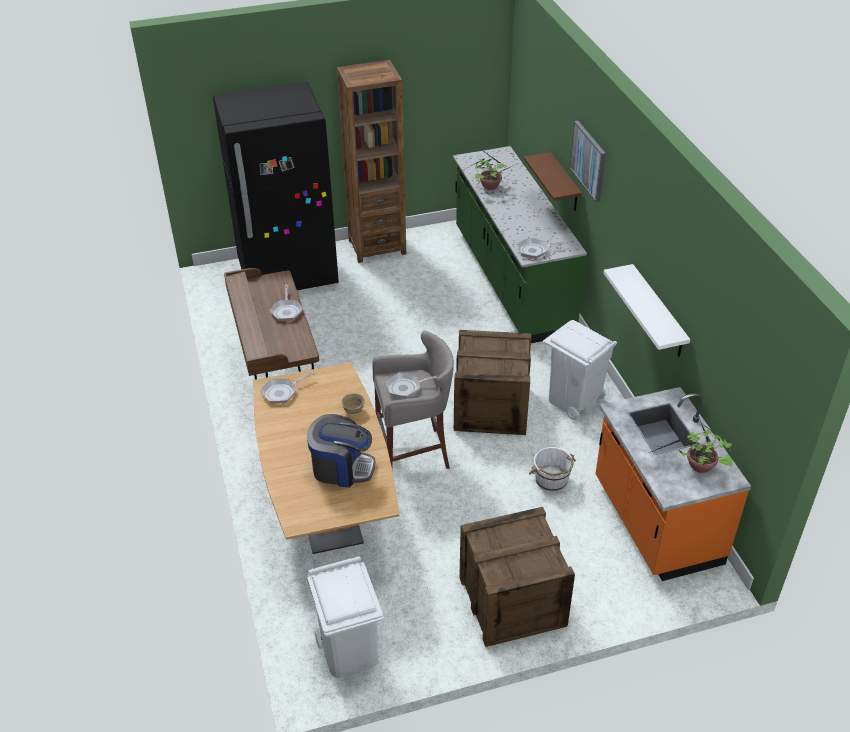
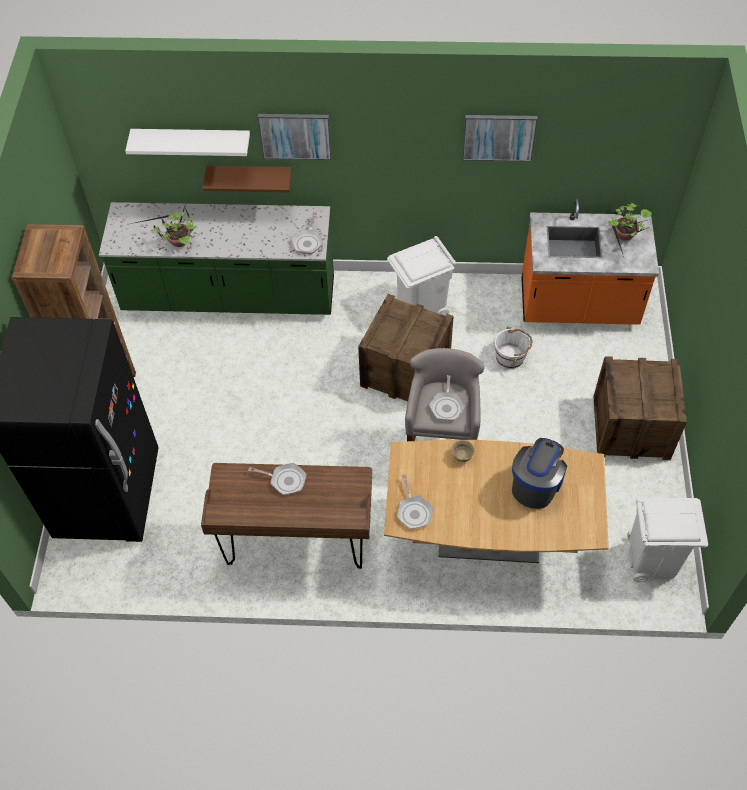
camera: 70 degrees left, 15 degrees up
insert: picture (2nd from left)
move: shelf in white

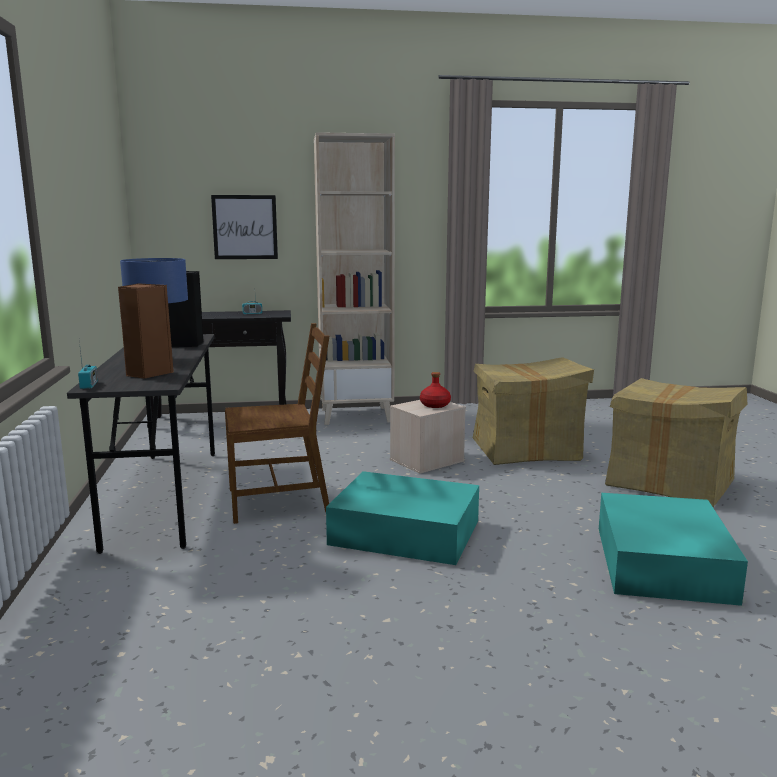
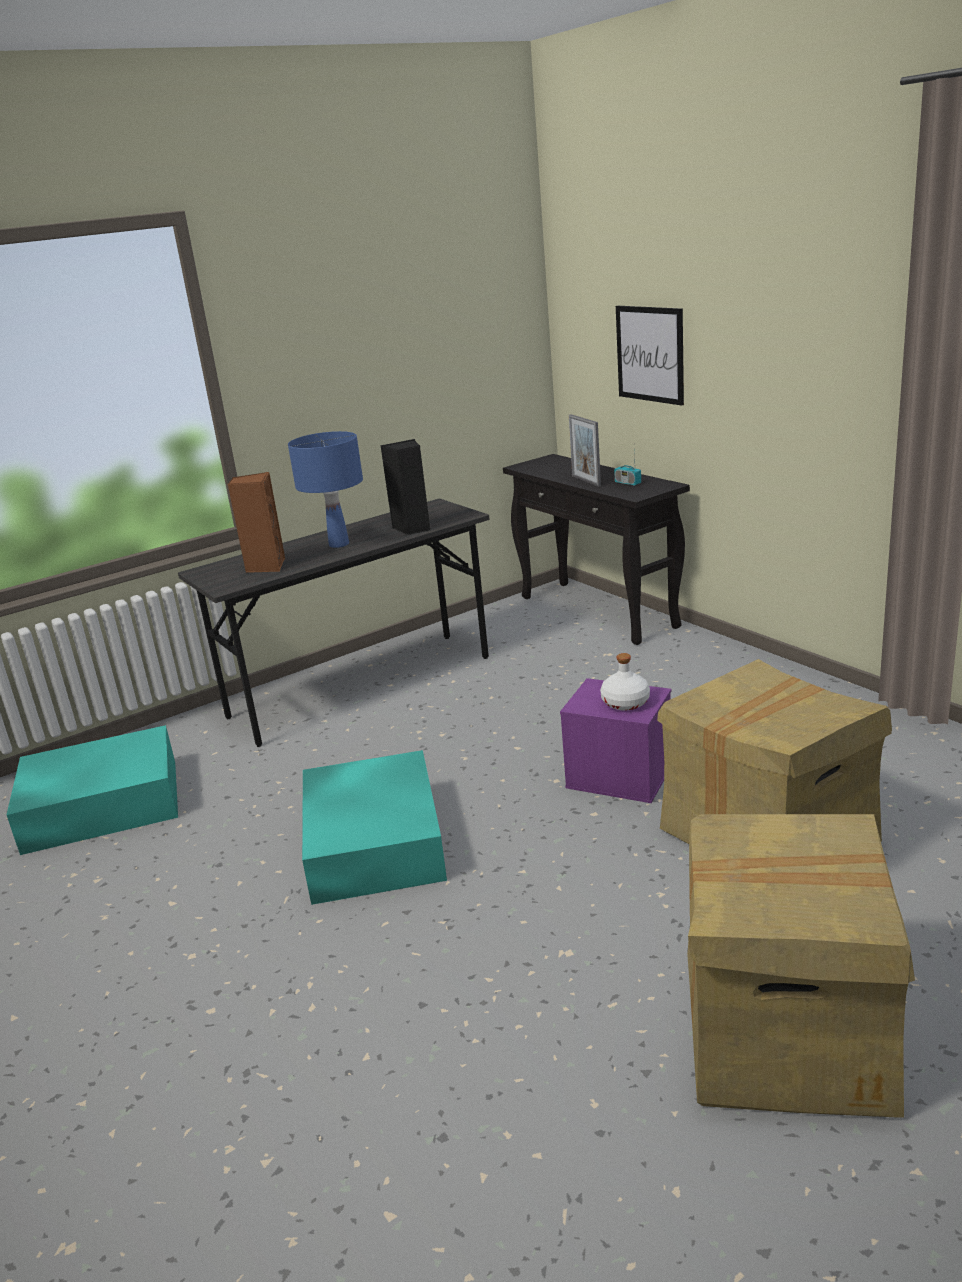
camera: 65 degrees right, 10 degrees up
delete: bookcase in beige; chair in brown; radio (1st from left)
insert: picture frame
move: storage box in turquoise (2nd from left in the first image) to storage box in turquoise (1st from left)
recolor: bottle in red to bottle in white; storage box in beige to storage box in purple

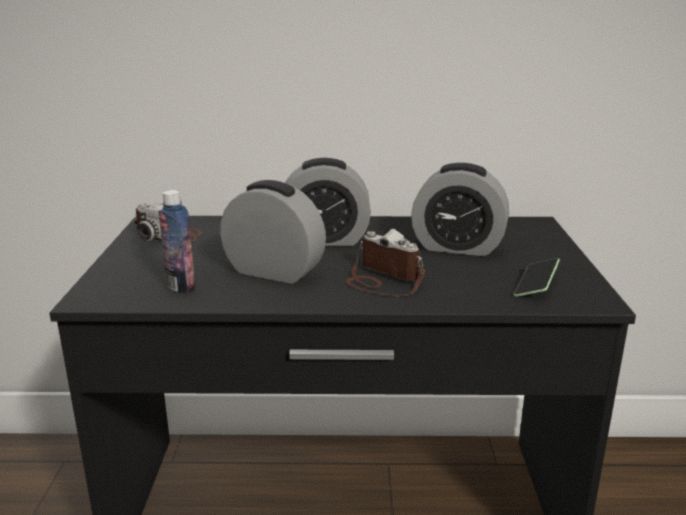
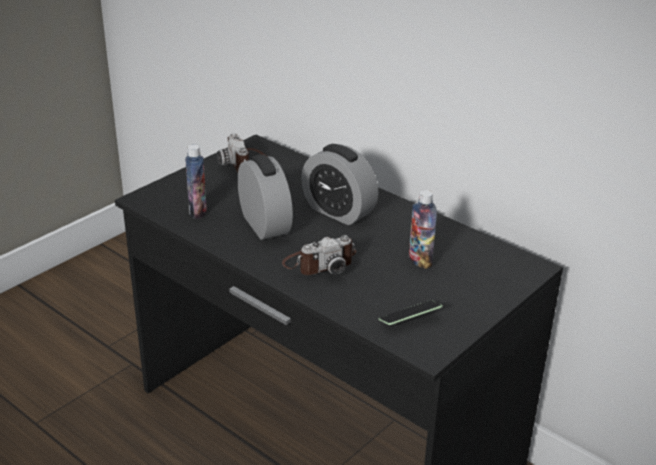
camera: 40 degrees right, 10 degrees up
replace: alarm clock (3rd from left) to bottle (2nd from left)
rotate: photo camera (2nd from left) 75 degrees clockwise

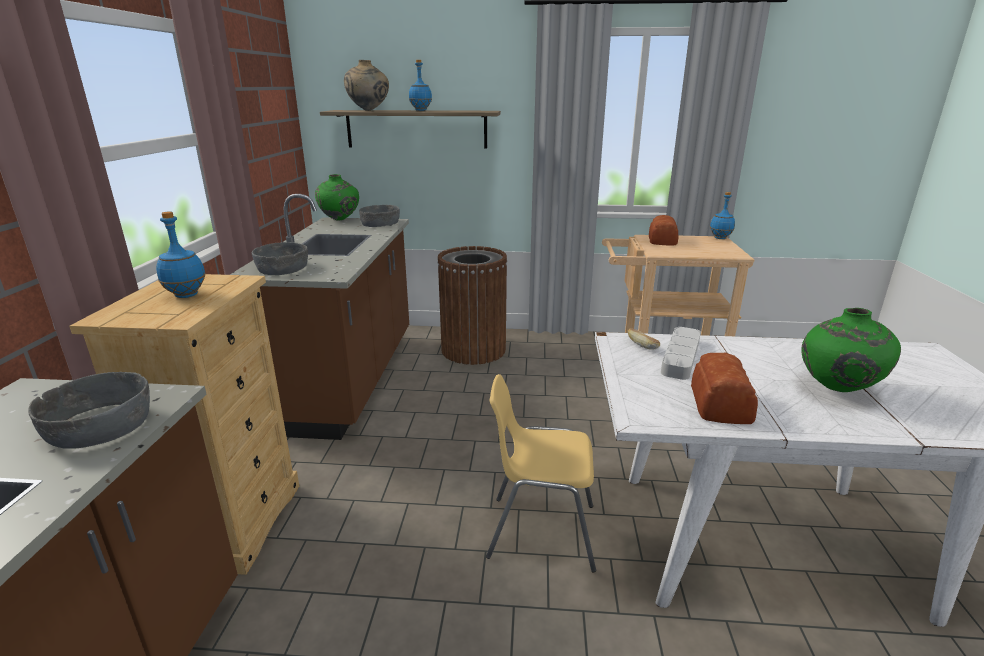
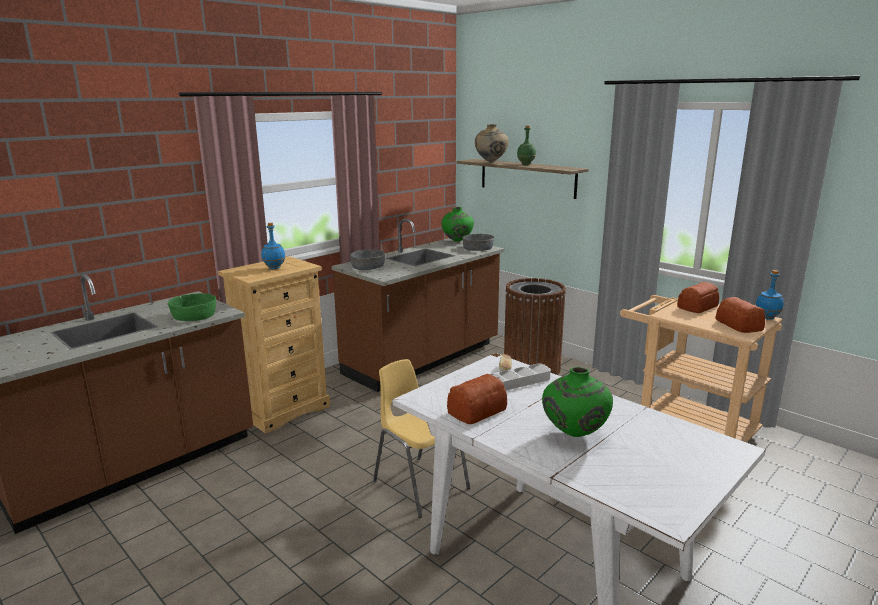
camera: 40 degrees right, 5 degrees down
insert: bread (4th from left)
recolor: bottle in blue (2nd from left) to bottle in green; bowl in grey (1st from left) to bowl in green

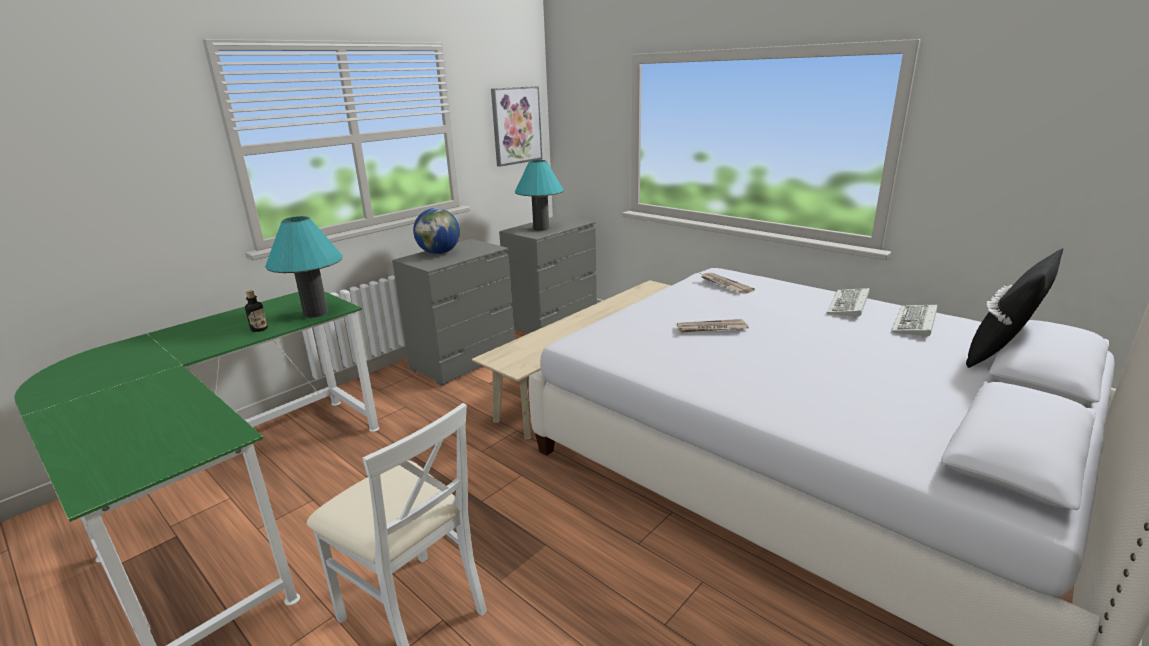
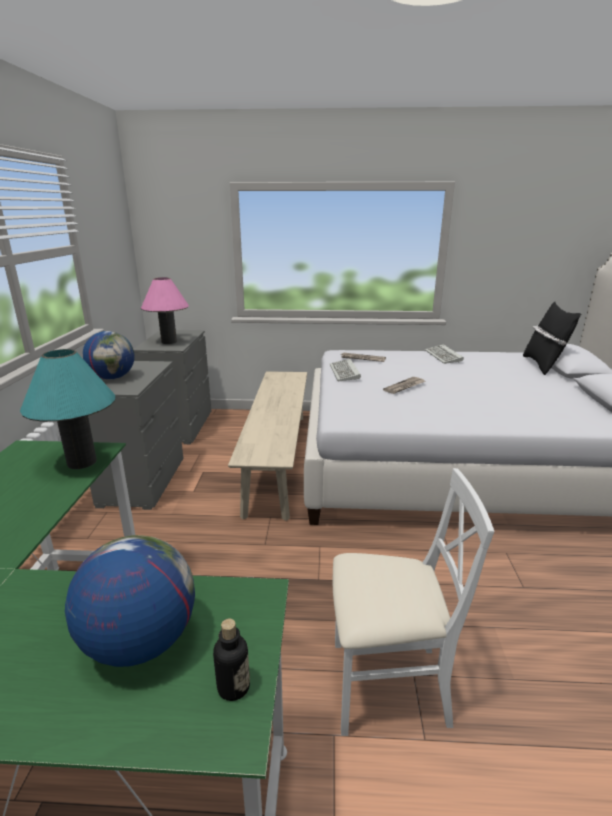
camera: 40 degrees left, 0 degrees up
delete: picture
insert: globe (2nd from left)
move: bottle; keyboard (2nd from left in the first image) to keyboard (1st from left)
recolor: table lamp in turquoise (2nd from left) to table lamp in pink

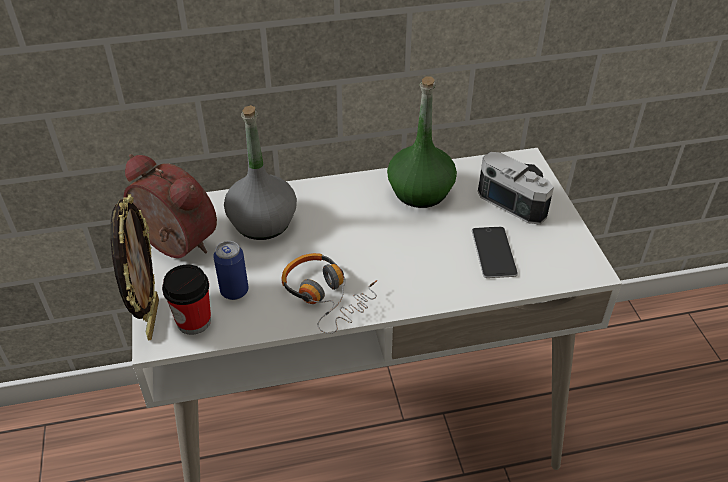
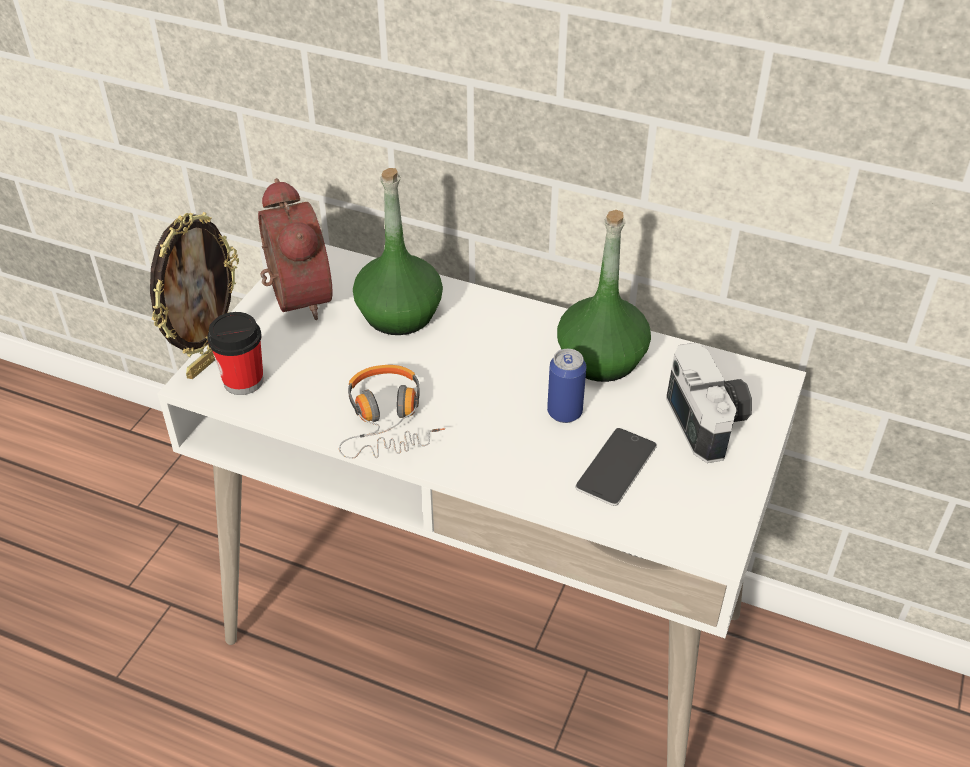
camera: 35 degrees right, 0 degrees up
move: can
recolor: bottle in grey to bottle in green (1st from left)

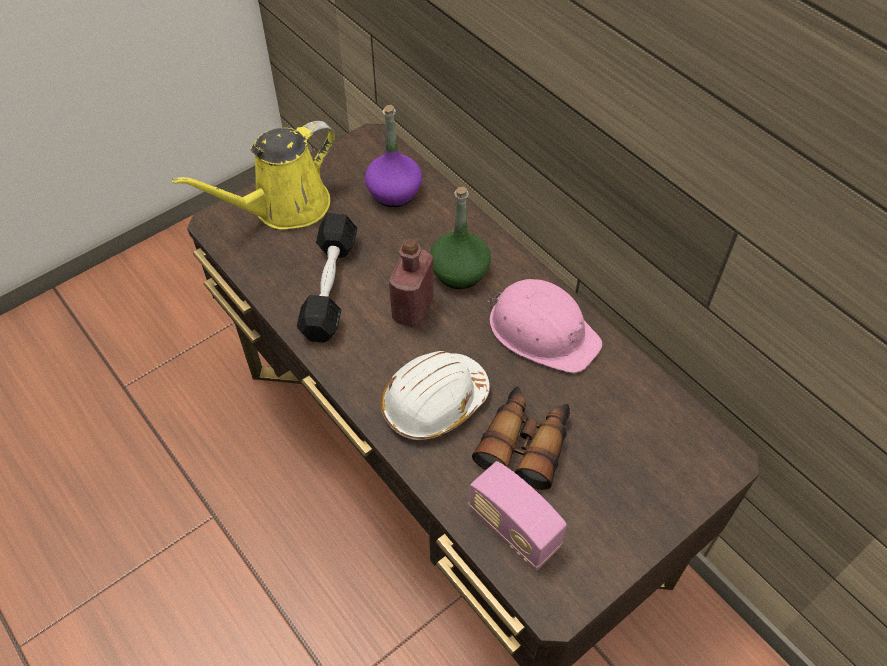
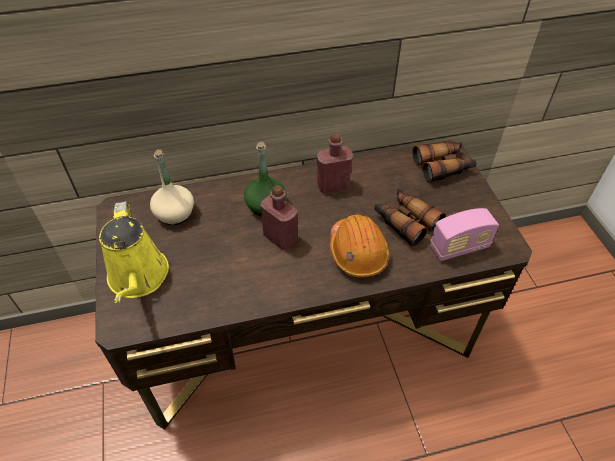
camera: 65 degrees left, 5 degrees down
delete: dumbbell in black
insert: binoculars (2nd from left)
replace: hard hat in pink to bottle in red (2nd from left)
recolor: bottle in purple to bottle in beige; hard hat in white to hard hat in orange

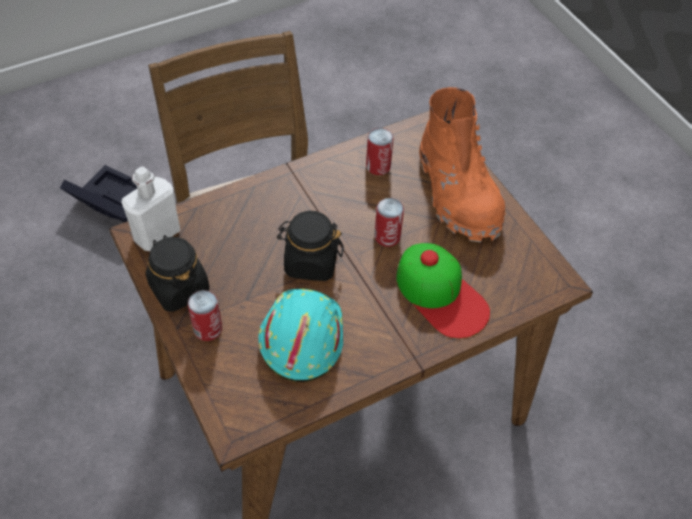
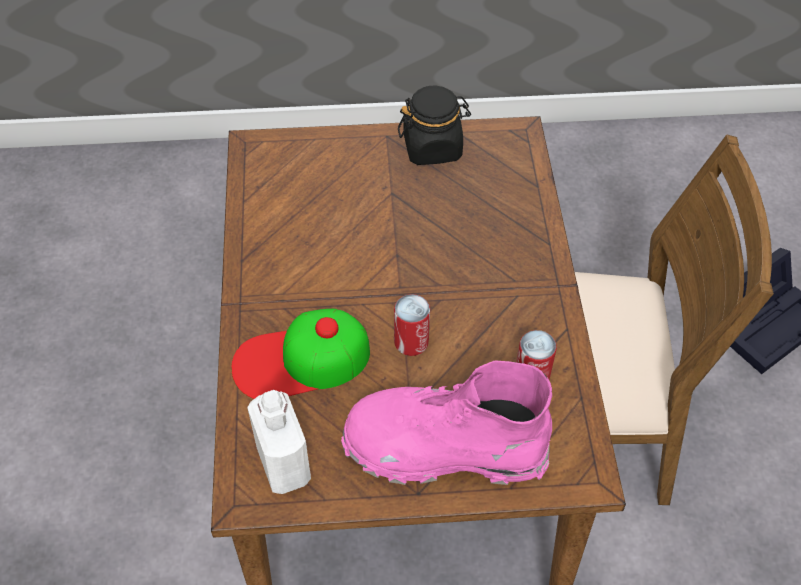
camera: 115 degrees right, 0 degrees up
delete: jar in black (2nd from left); hard hat in turquoise; can (1st from left)
move: bottle in white
recolor: boot in orange to boot in pink

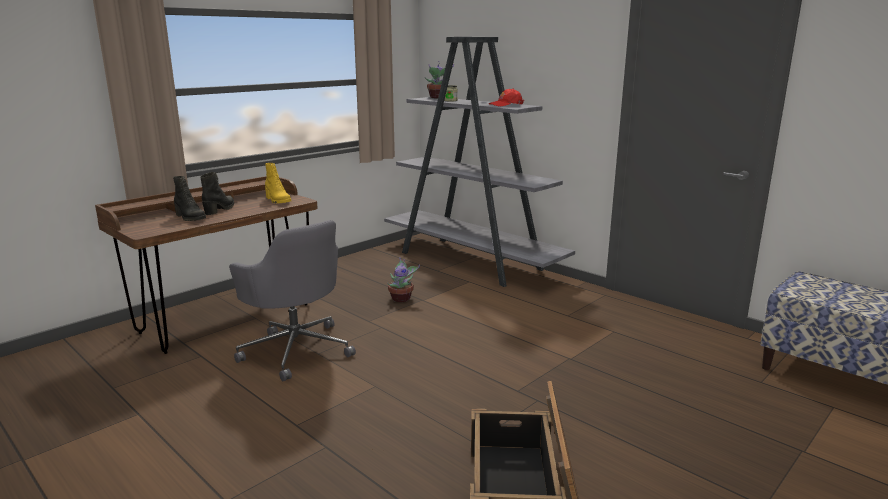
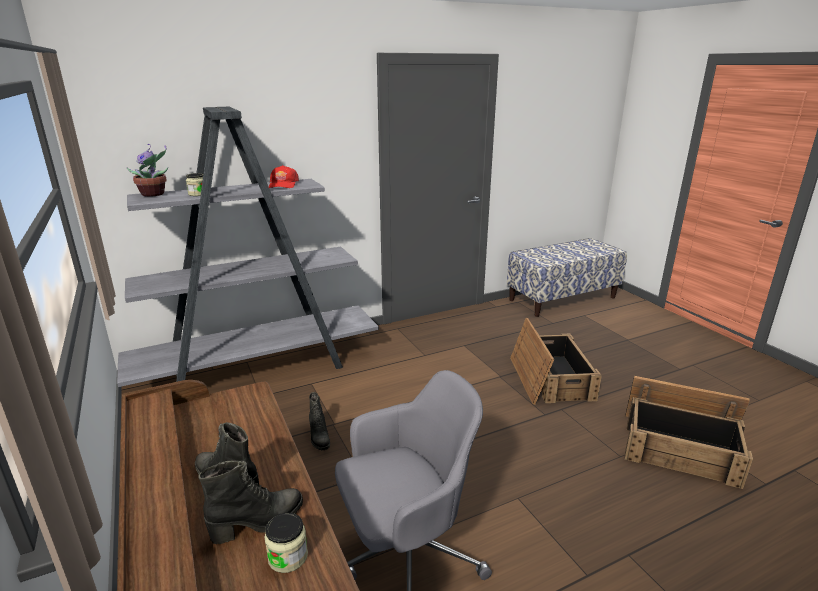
camera: 70 degrees left, 5 degrees up
delete: boot in yellow
insert: crate (1st from left); jar (2nd from left)
replace: potted plant (1st from left) to boot in black (3rd from left)

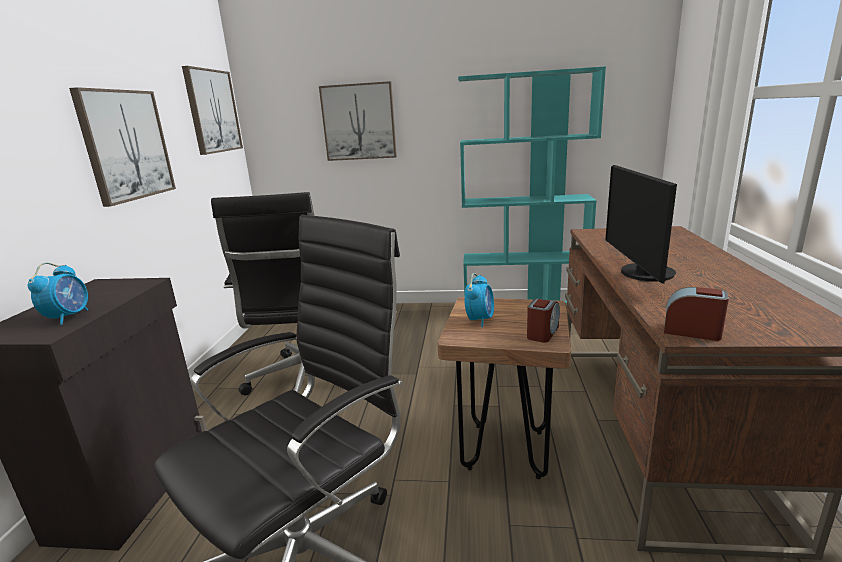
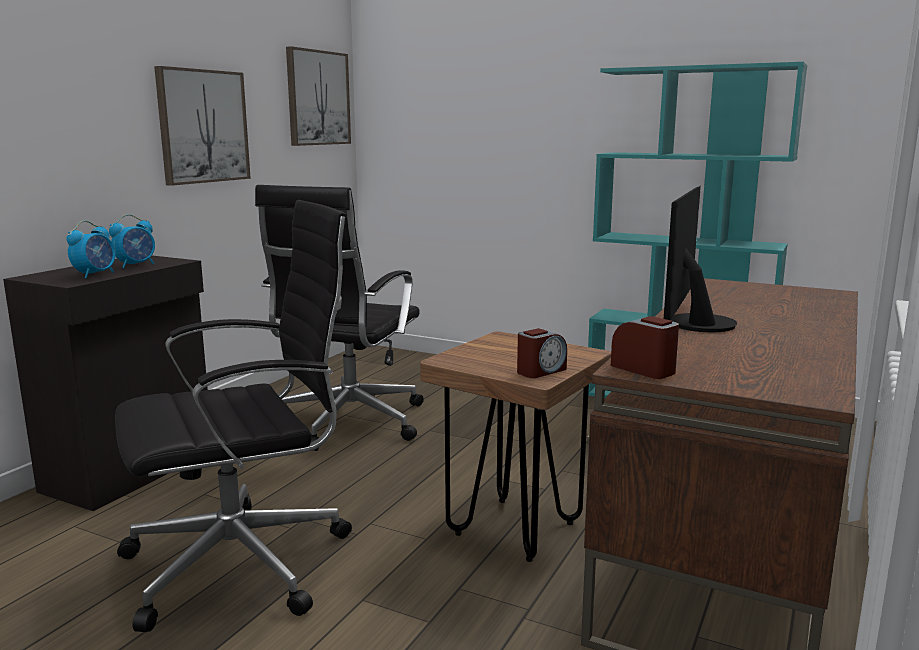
camera: 20 degrees right, 5 degrees down
delete: picture (3rd from left)
move: alarm clock (2nd from left)

